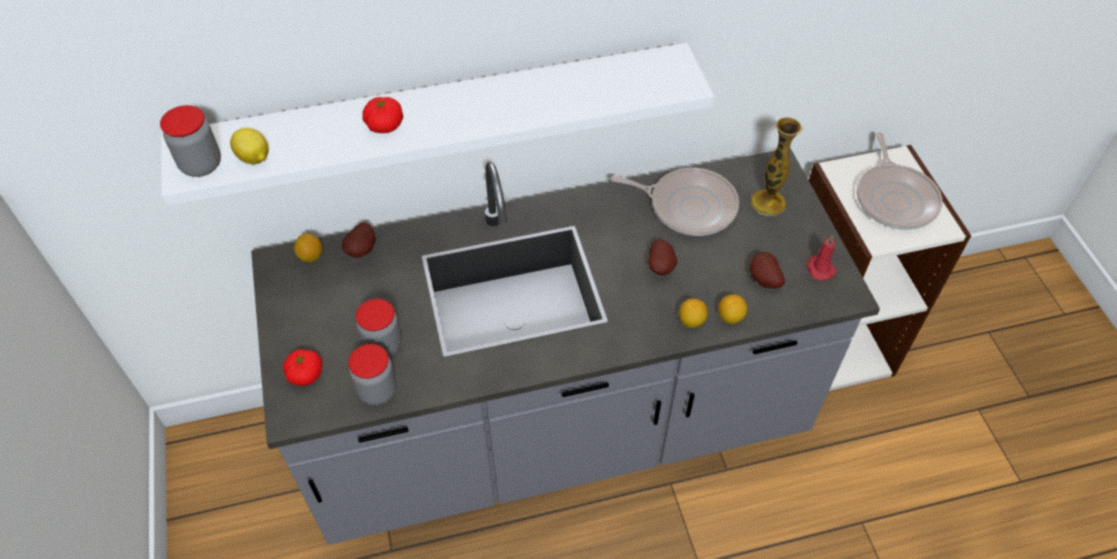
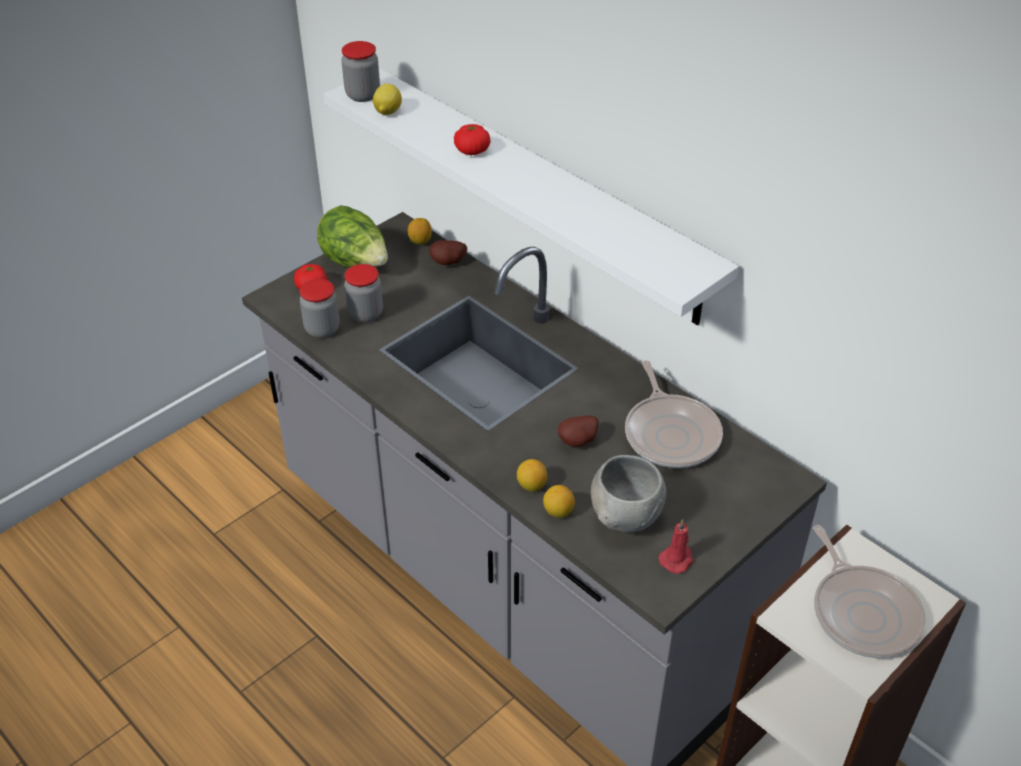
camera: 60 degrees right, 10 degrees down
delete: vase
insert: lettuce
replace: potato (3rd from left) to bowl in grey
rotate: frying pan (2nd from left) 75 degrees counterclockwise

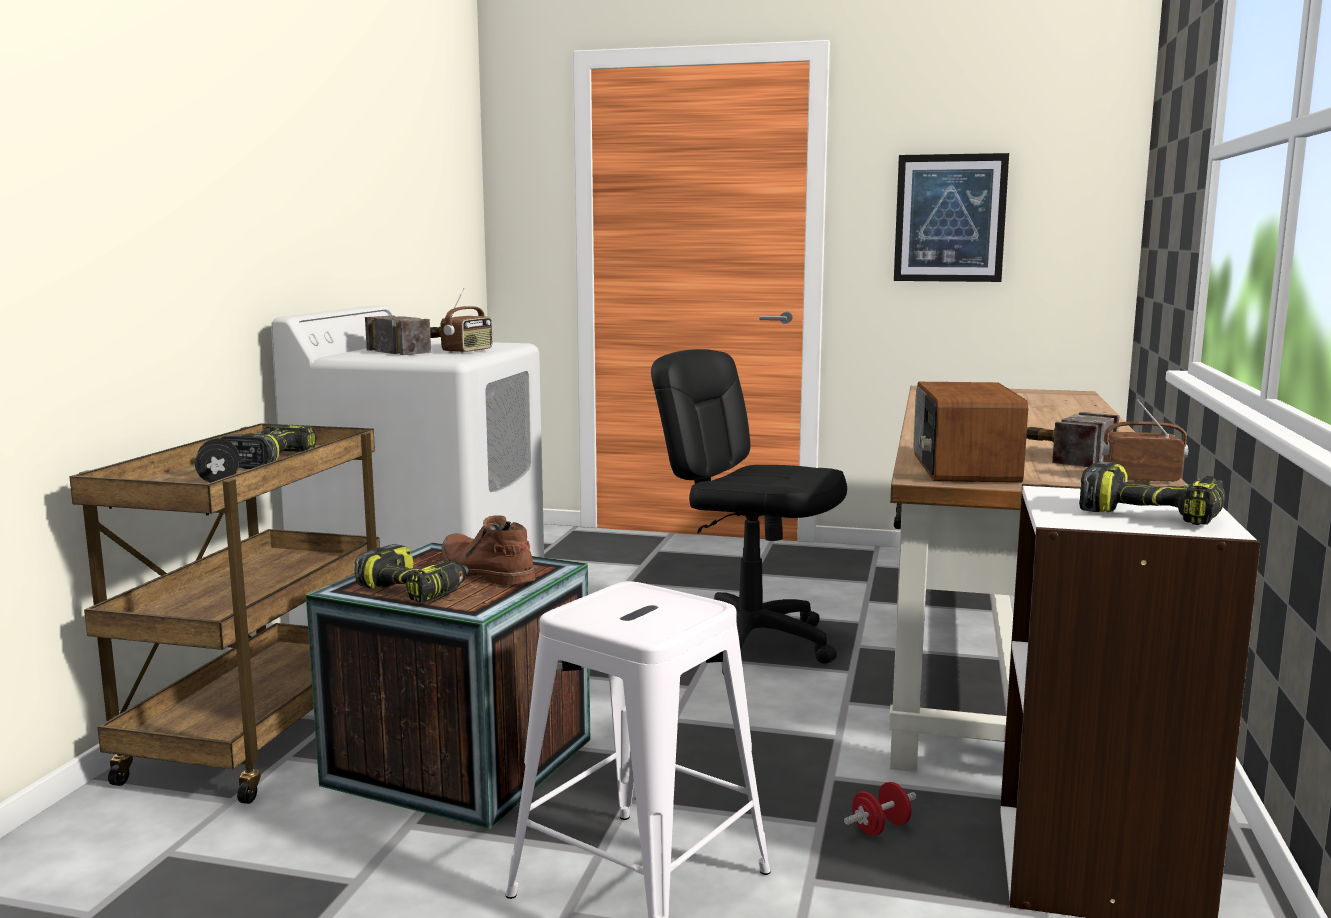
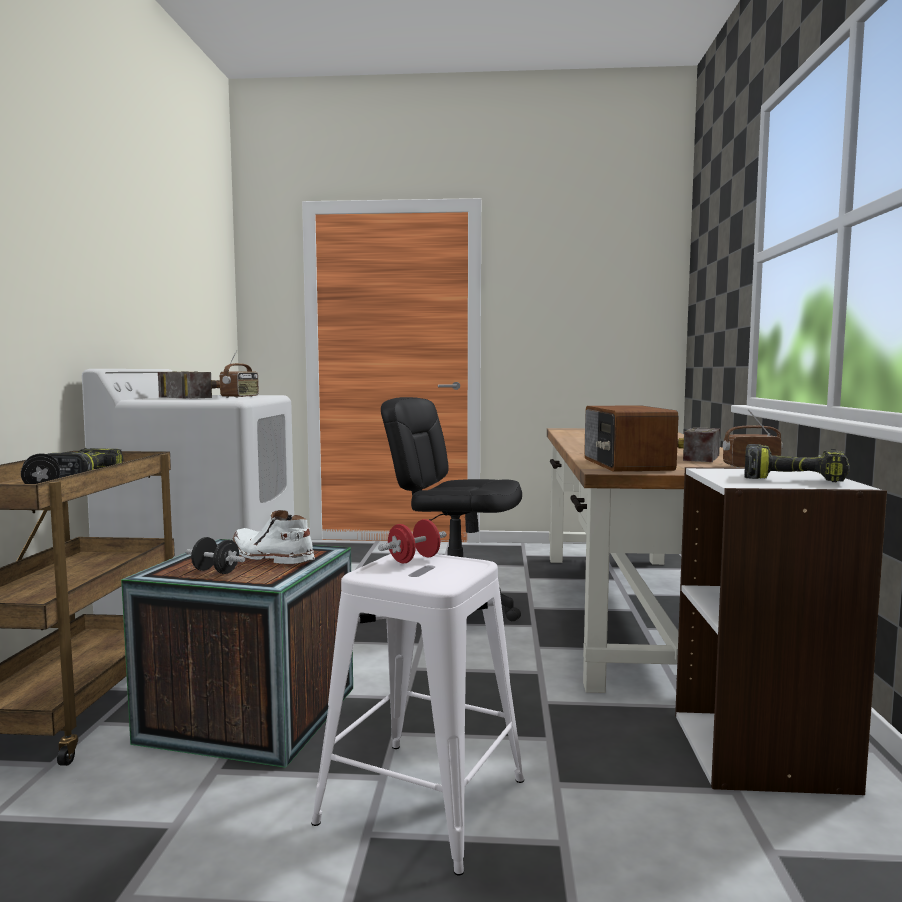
camera: 10 degrees left, 5 degrees down
delete: picture
move: dumbbell in red
replace: power drill (2nd from left) to dumbbell in black (2nd from left)
recolor: boot in brown to boot in white

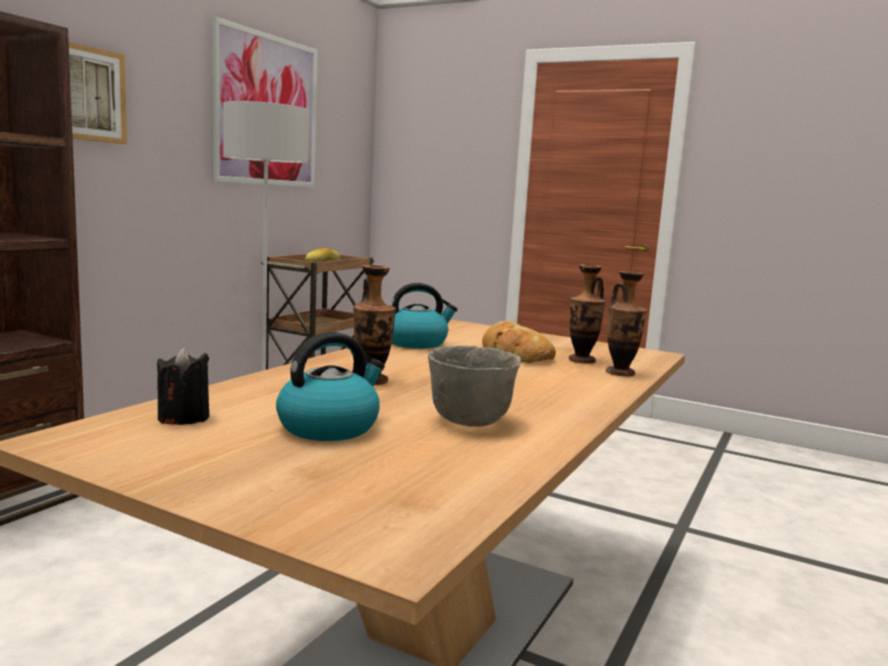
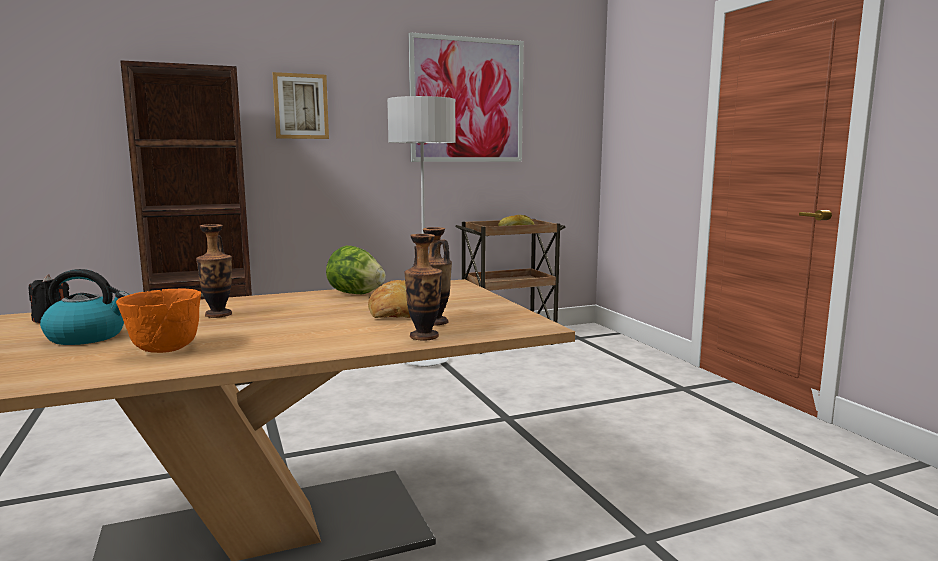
camera: 40 degrees right, 0 degrees up
replace: kettle (2nd from left) to lettuce
recolor: bowl in grey to bowl in orange

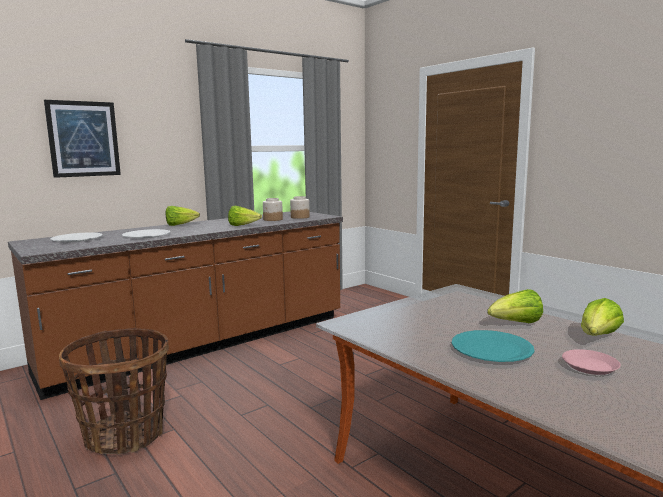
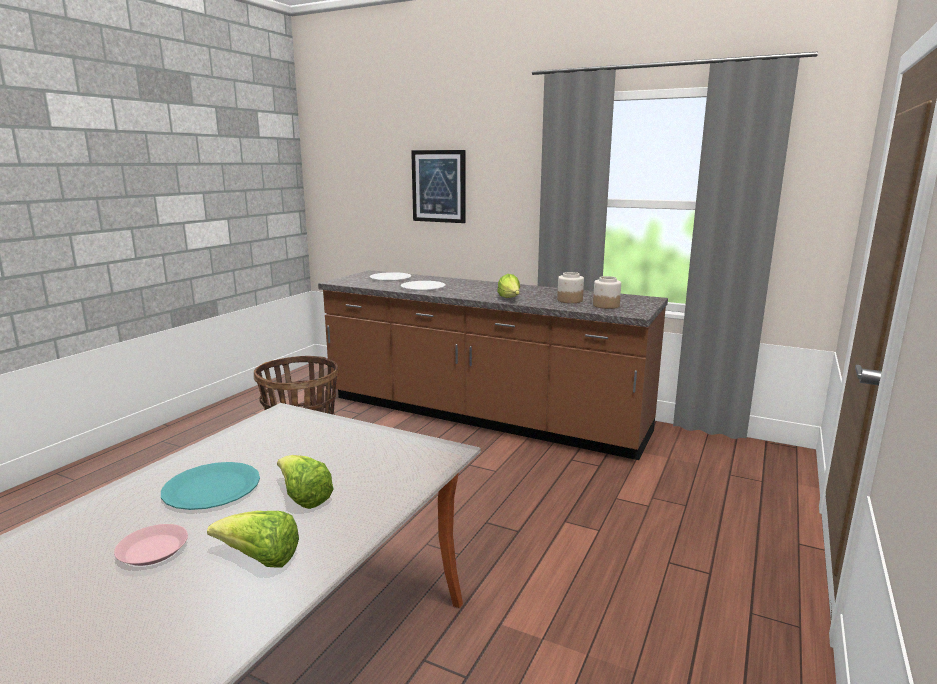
camera: 65 degrees right, 5 degrees up
delete: lettuce (1st from left)

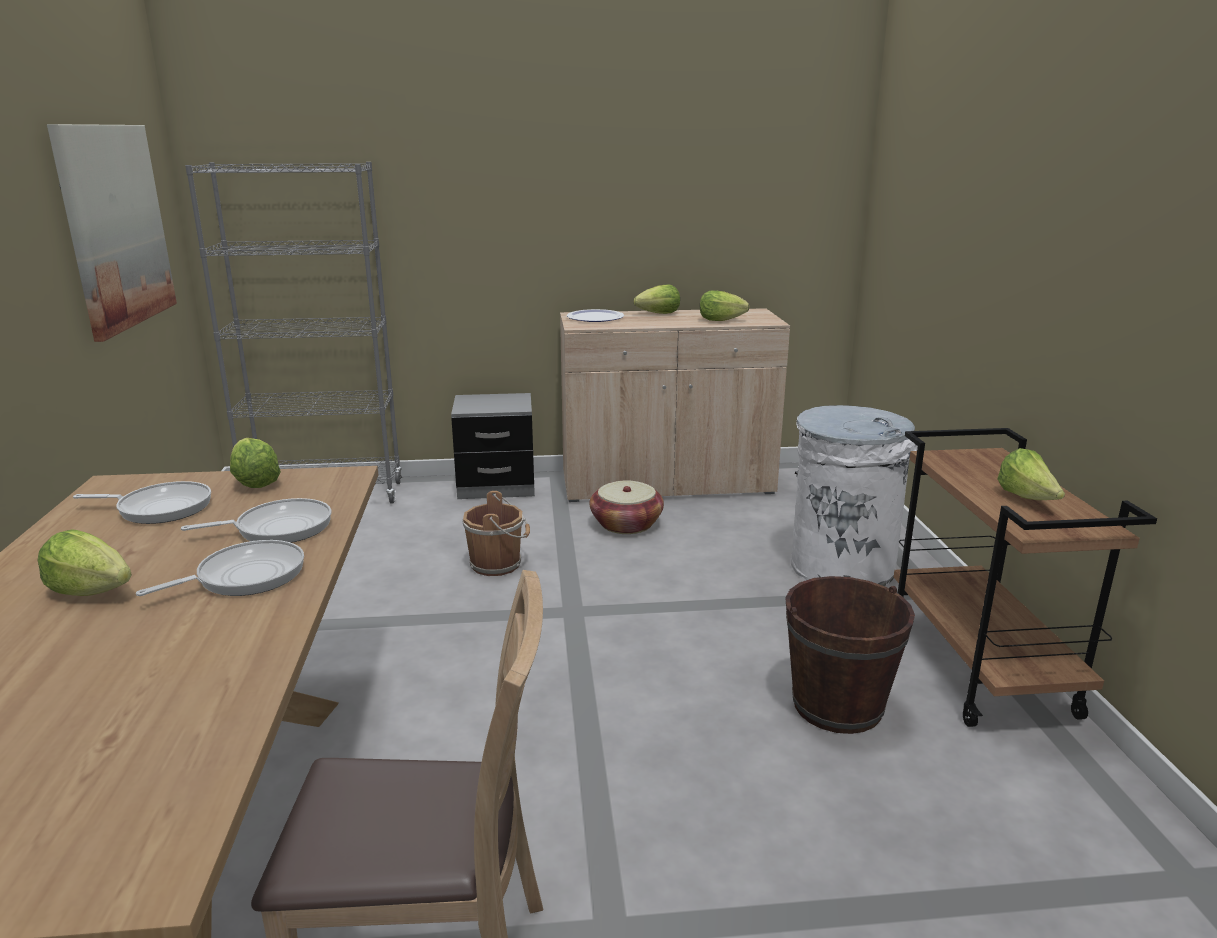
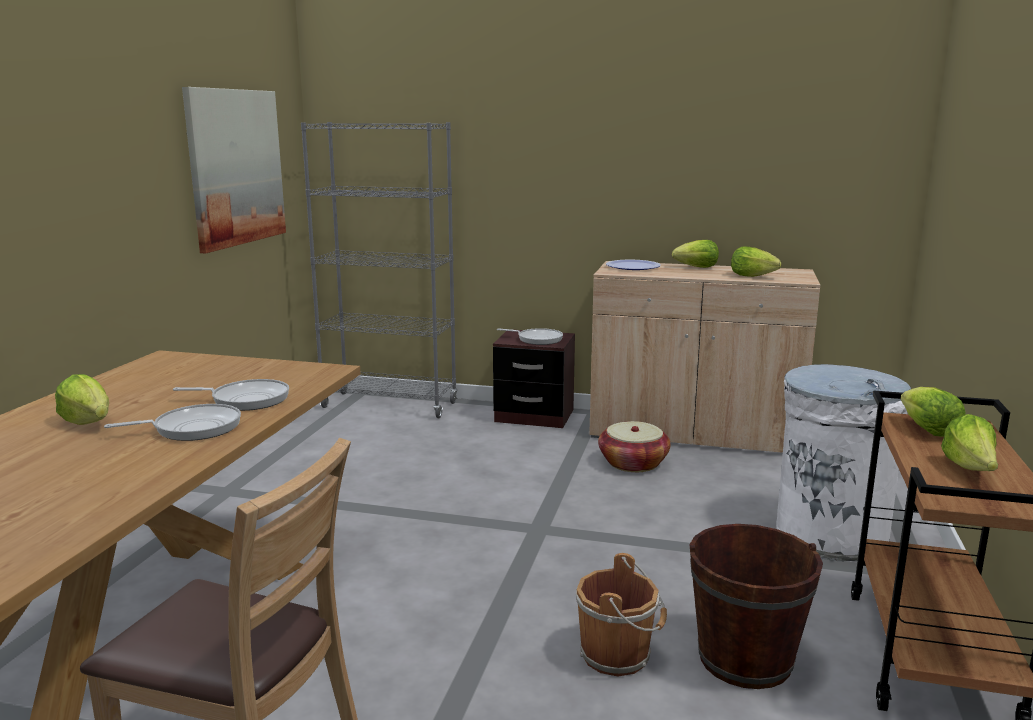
camera: 20 degrees right, 5 degrees down
move: lettuce (2nd from left in the first image) to lettuce (4th from left); frying pan (1st from left in the first image) to frying pan (3rd from left); bucket in brown (1st from left)
recolor: nightstand in grey to nightstand in brown

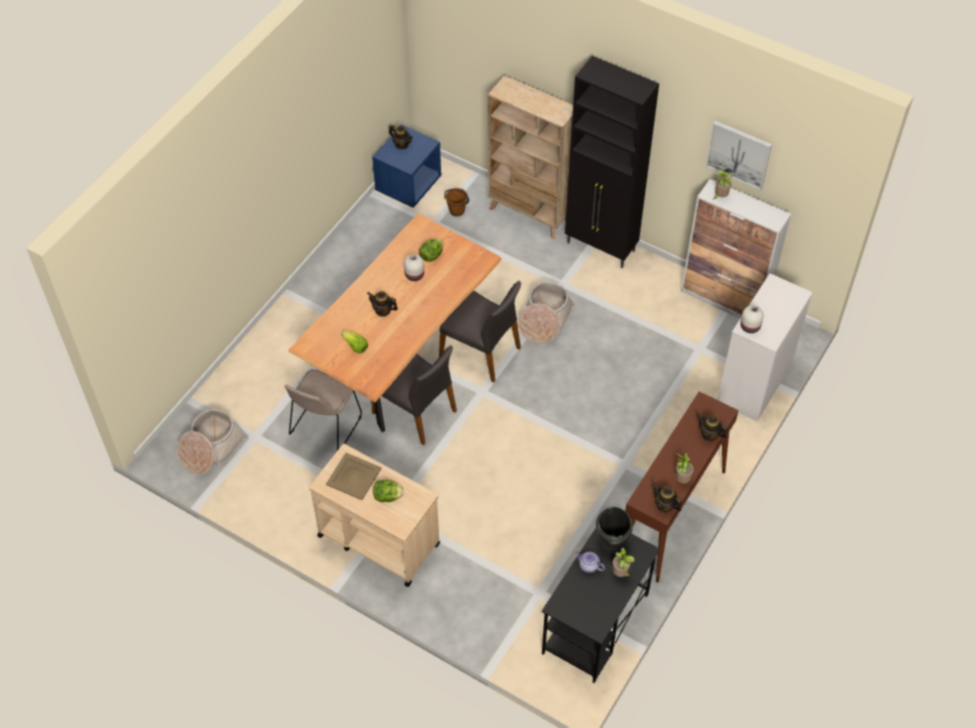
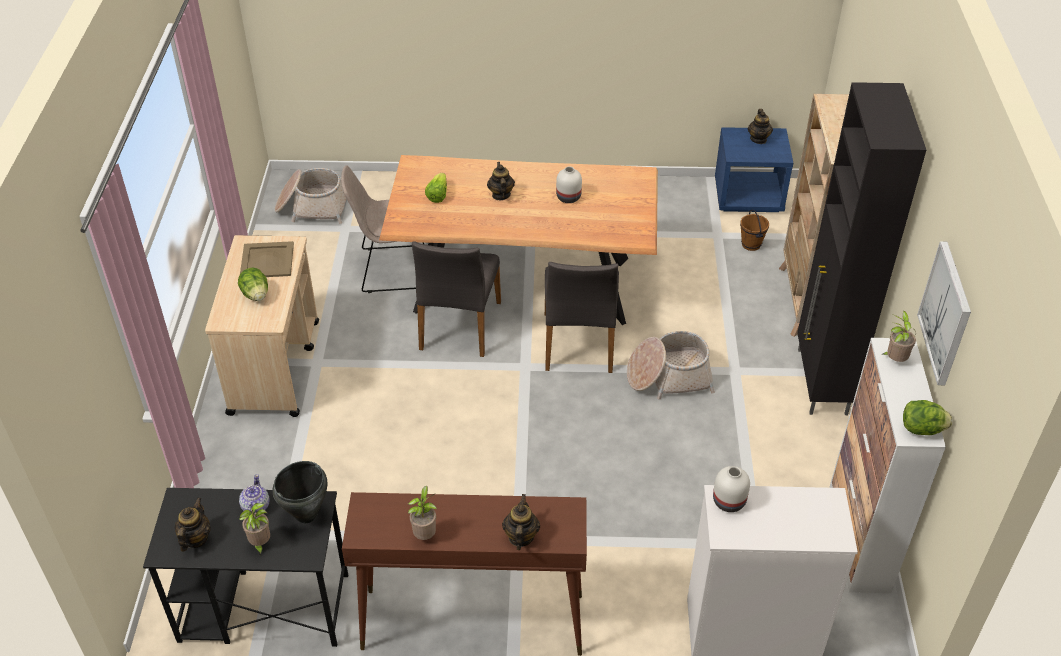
camera: 60 degrees right, 10 degrees down
move: lettuce (3rd from left); teapot (4th from left in the first image) to teapot (1st from left)

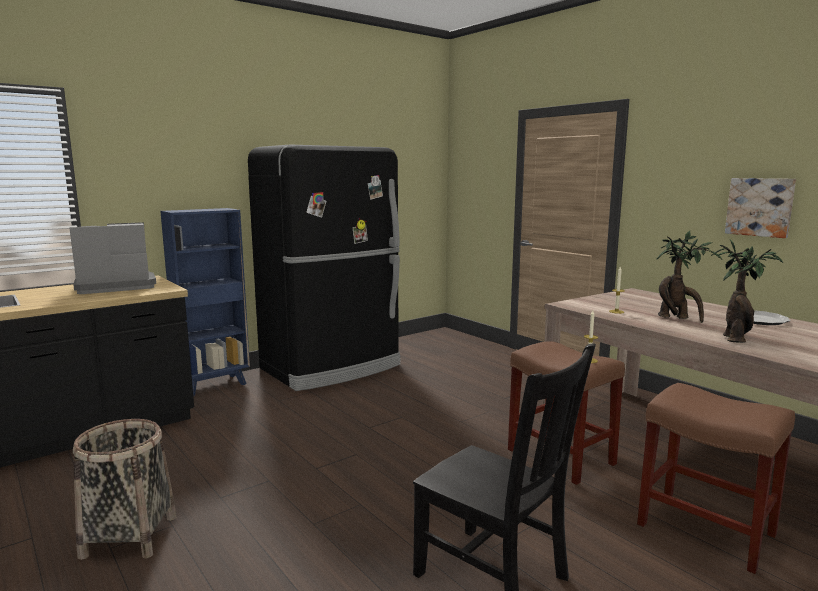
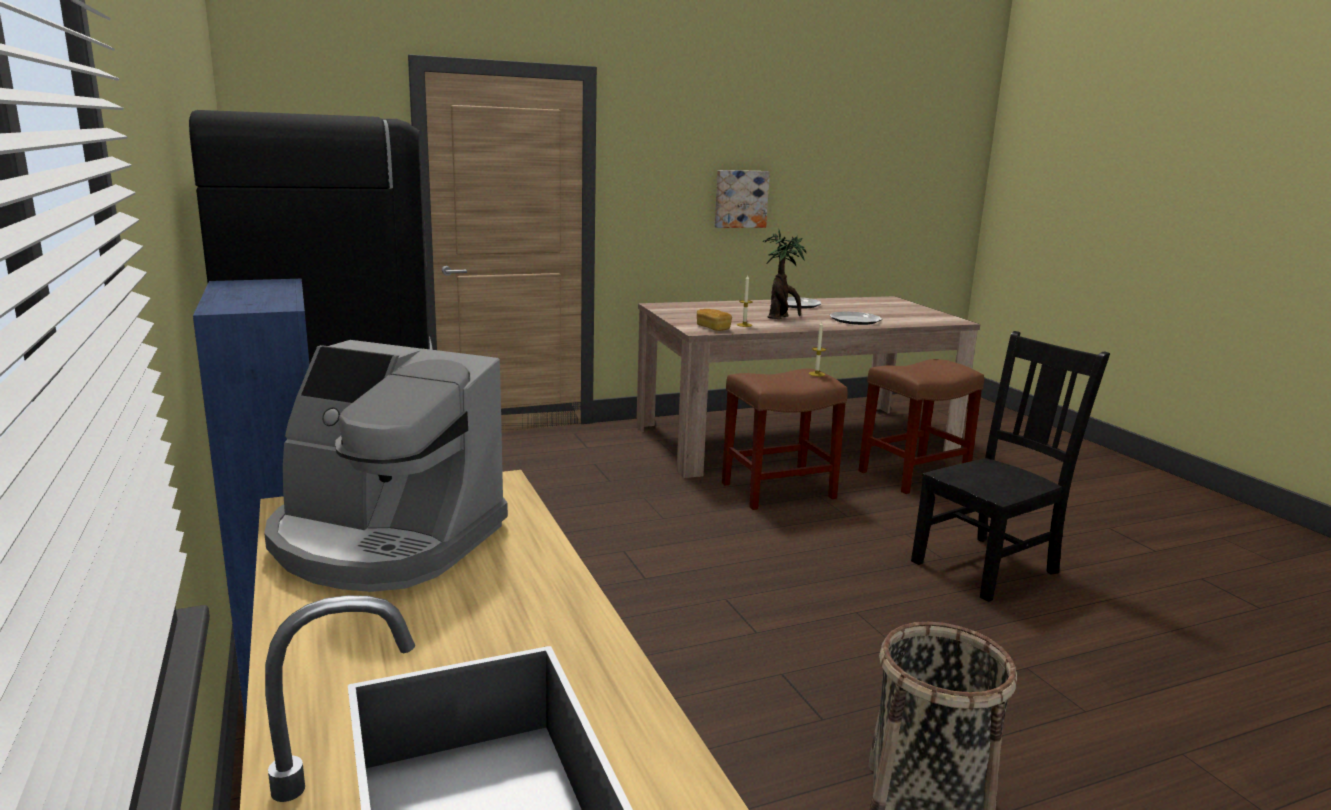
camera: 75 degrees left, 5 degrees up
insert: bread
replace: potted plant (2nd from left) to plate (2nd from left)
rotate: coffee machine 60 degrees counterclockwise

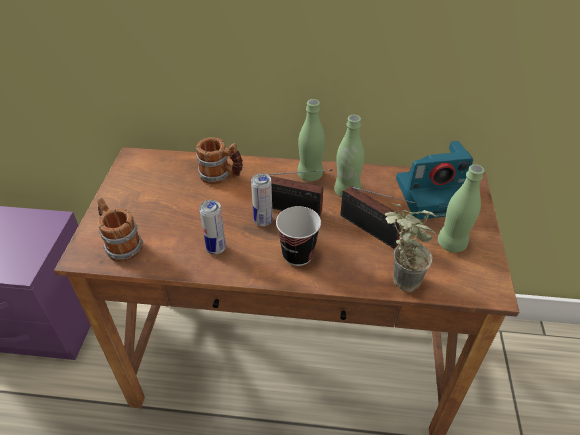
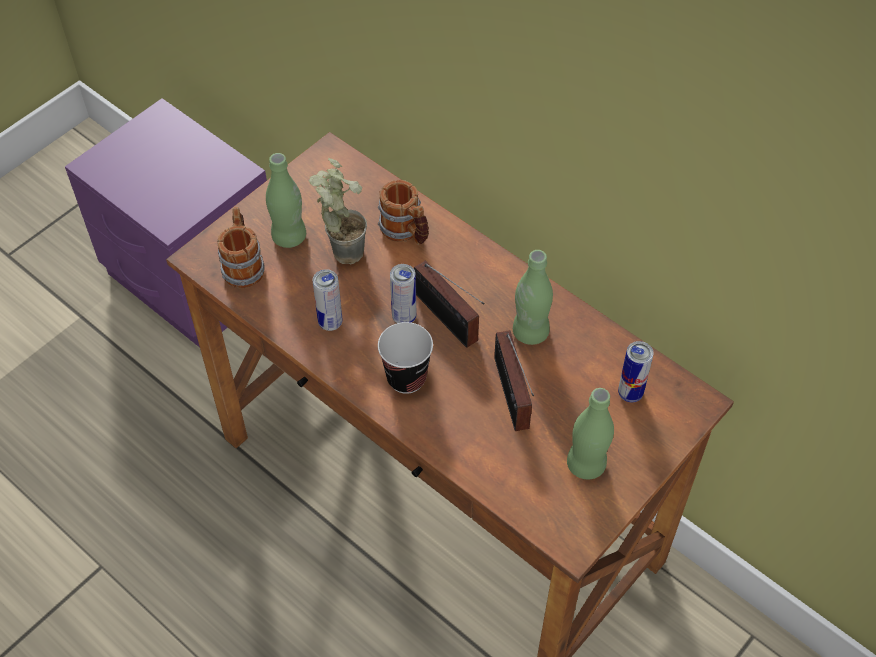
camera: 35 degrees right, 10 degrees up
move: bottle in green (1st from left); potted plant
replace: photo camera to can (3rd from left)

